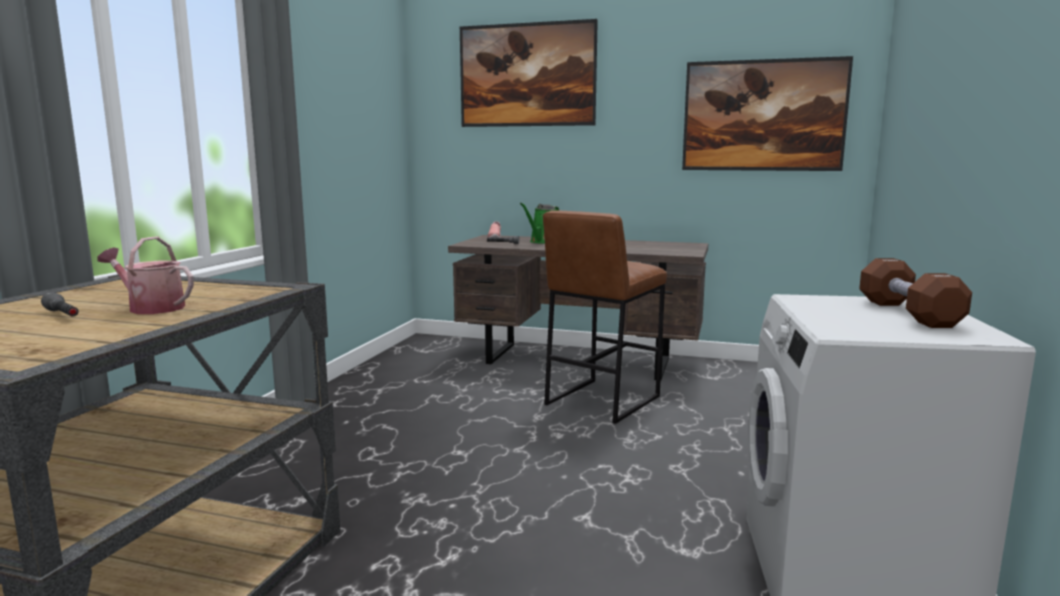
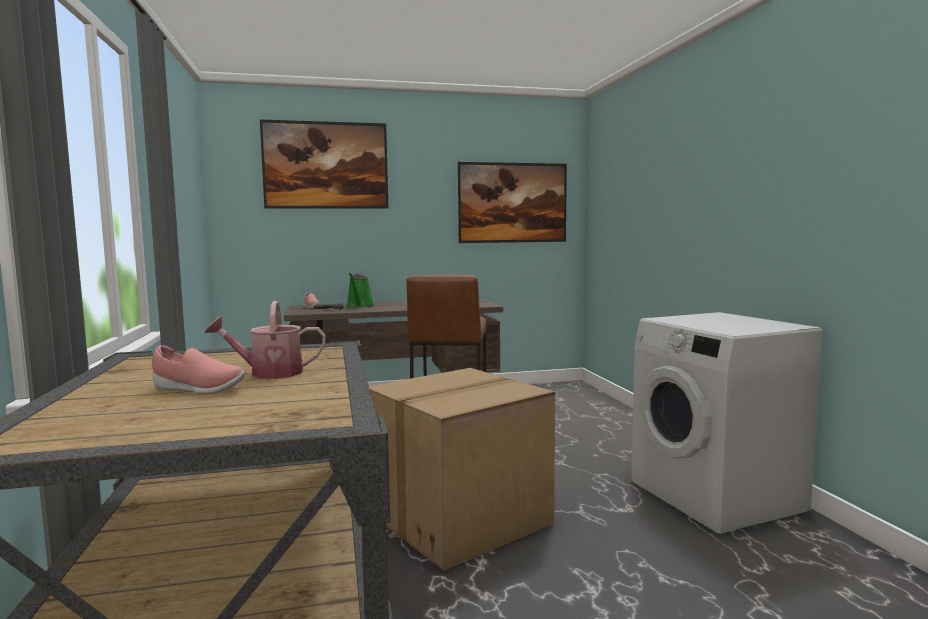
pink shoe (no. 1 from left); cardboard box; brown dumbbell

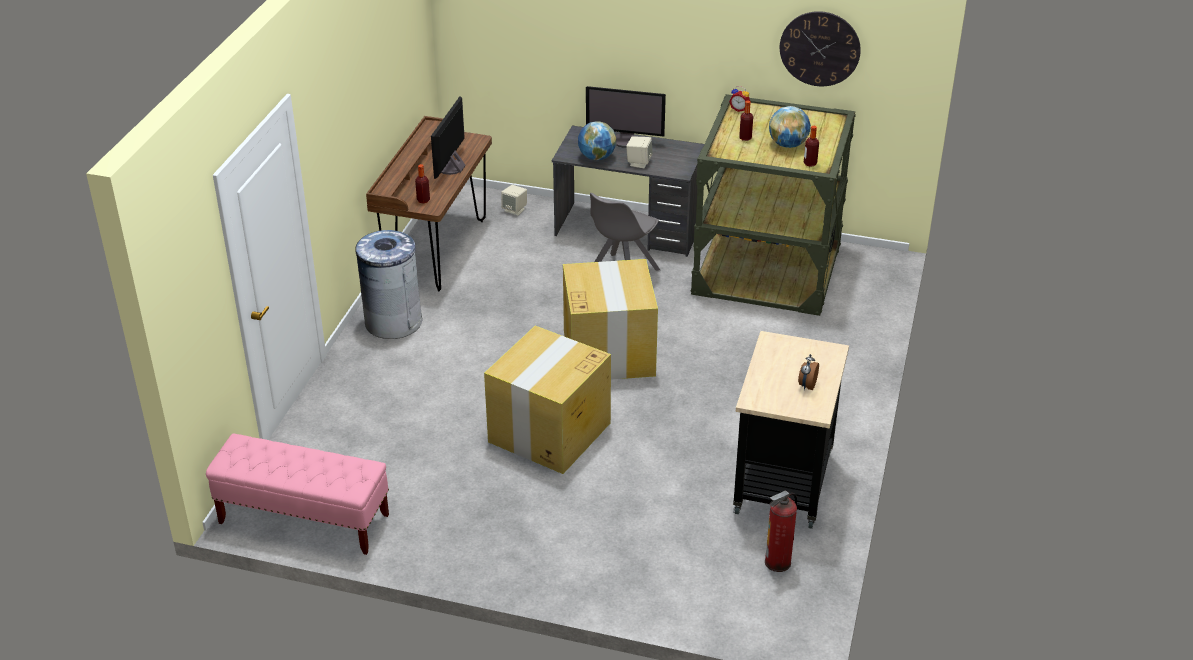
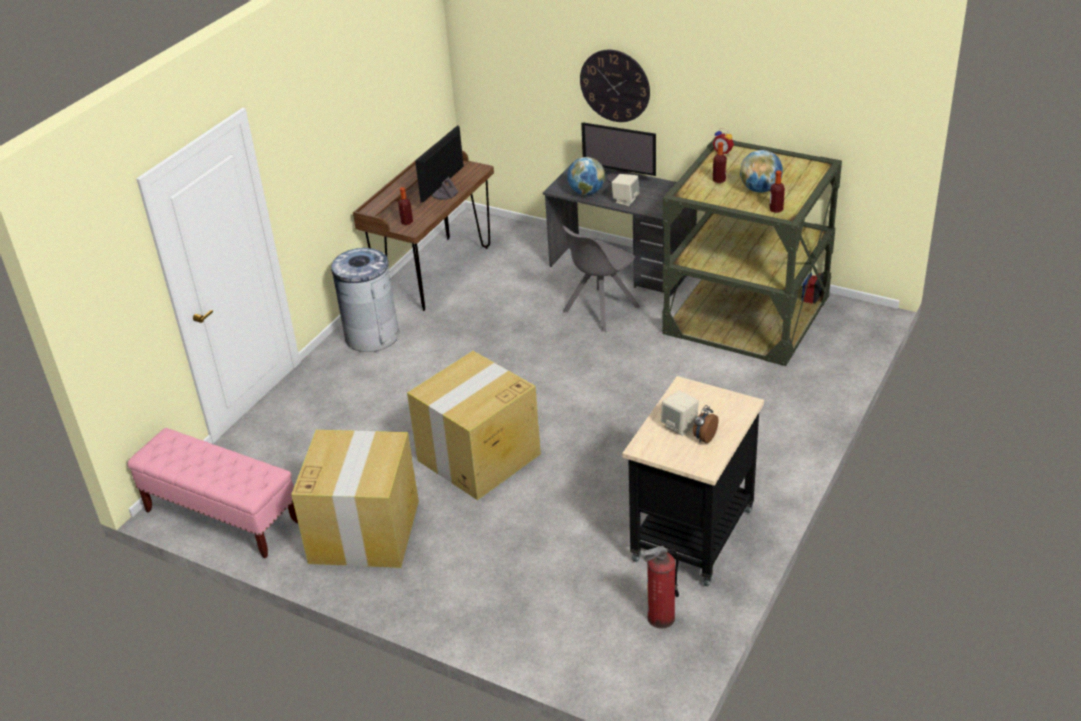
cardboard box (no. 1 from left); wall clock; beige speaker (no. 2 from left)

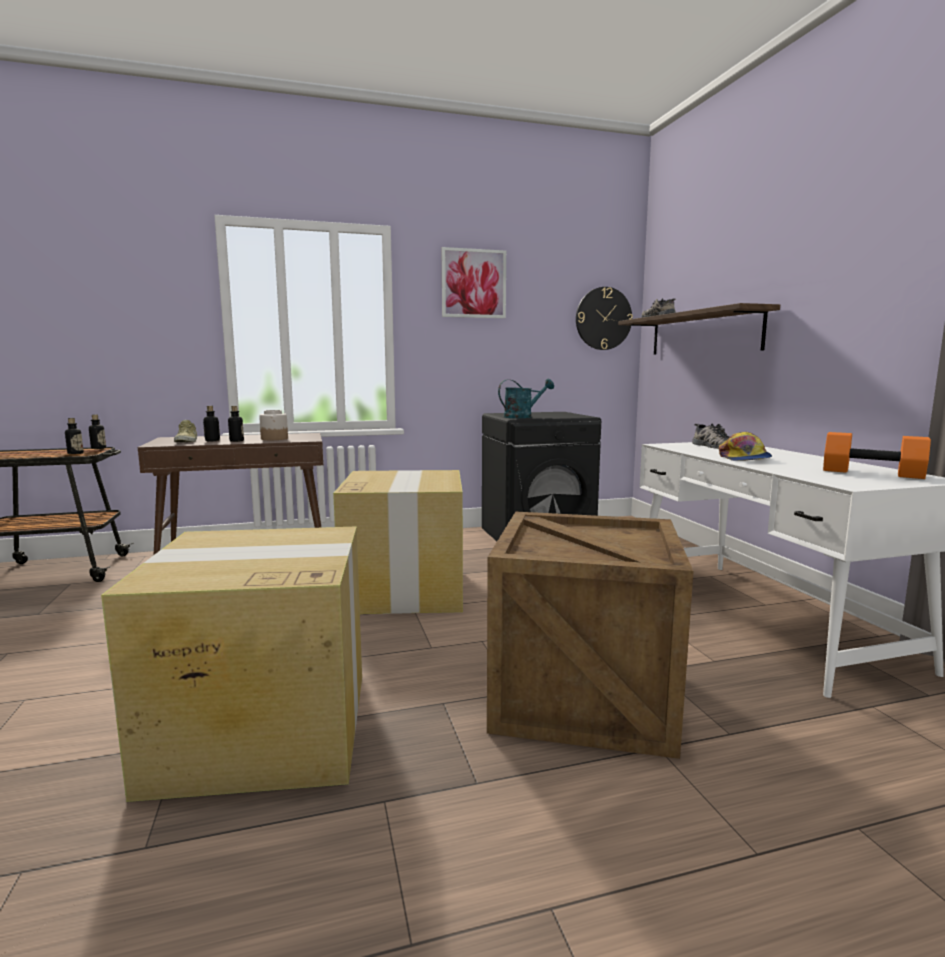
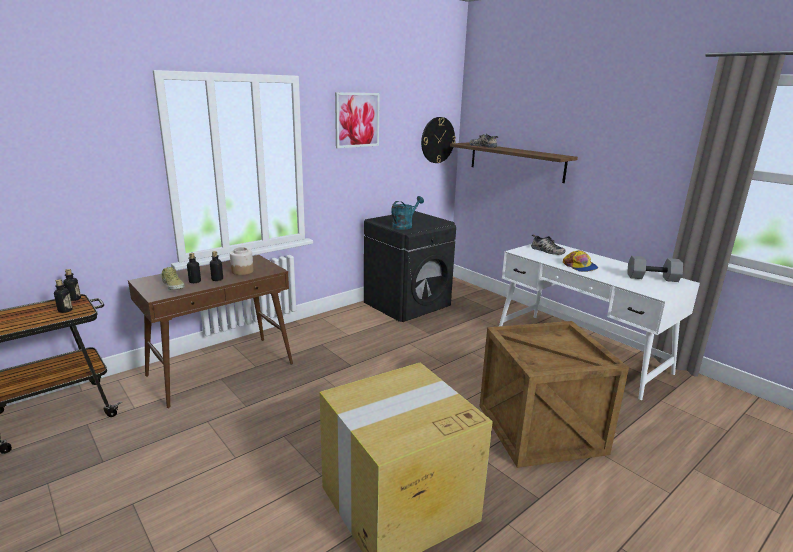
grey dumbbell; cardboard box (no. 2 from left in the first image)

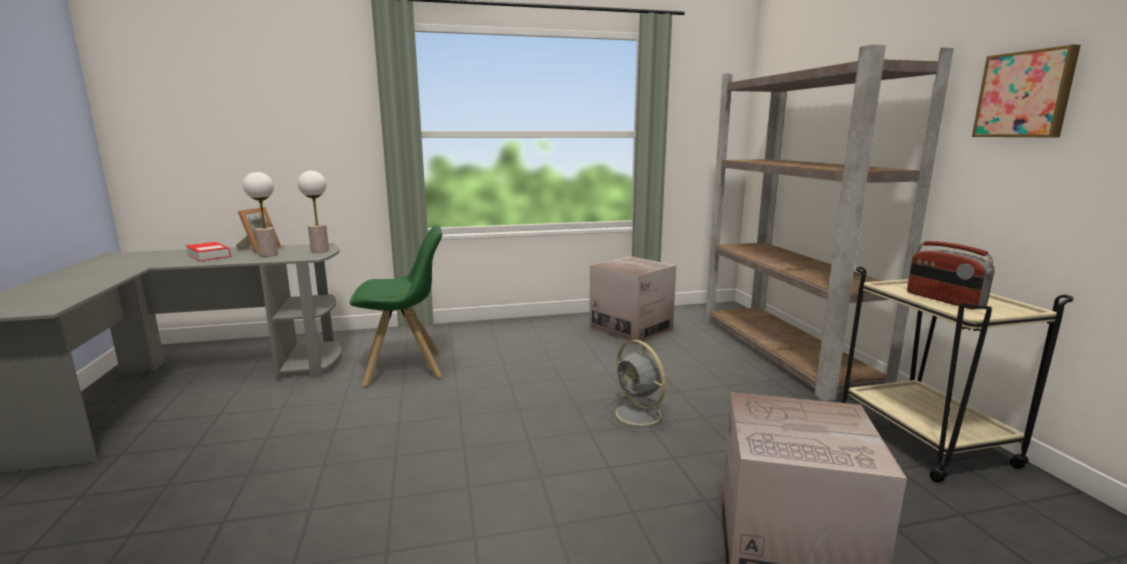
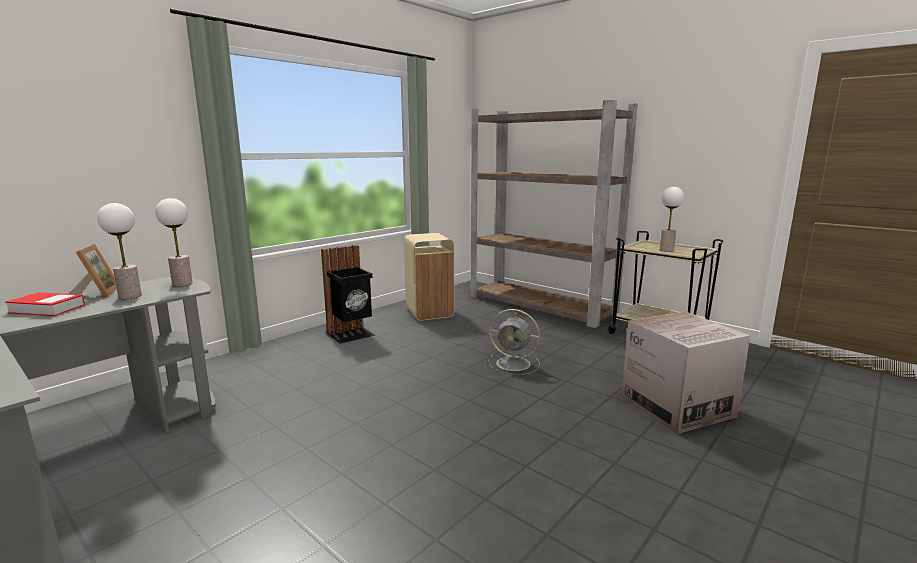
black trash can; beige trash can; table lamp (no. 3 from left); green chair; picture

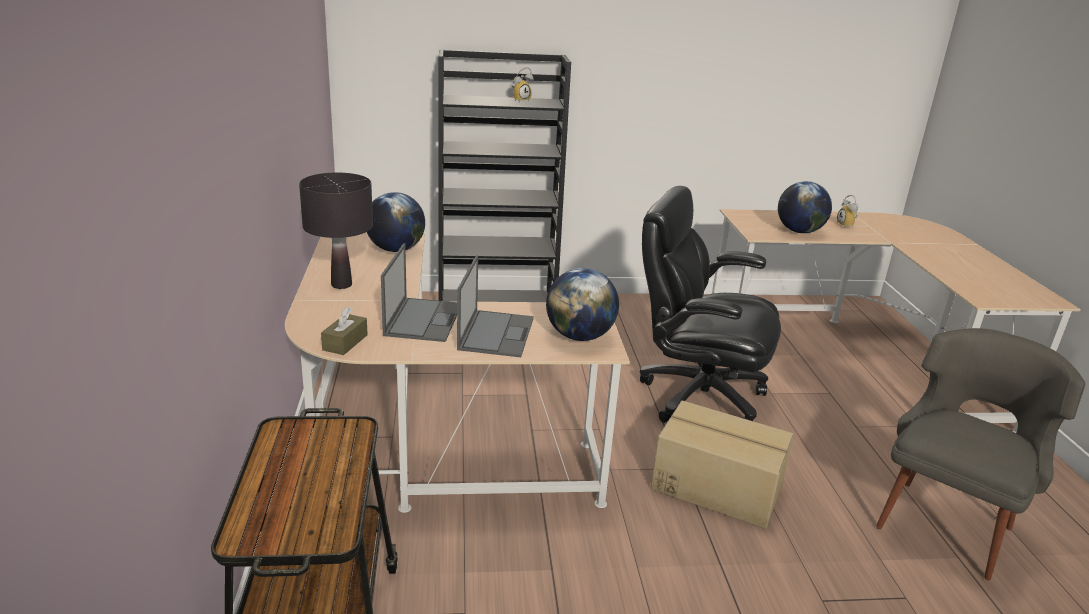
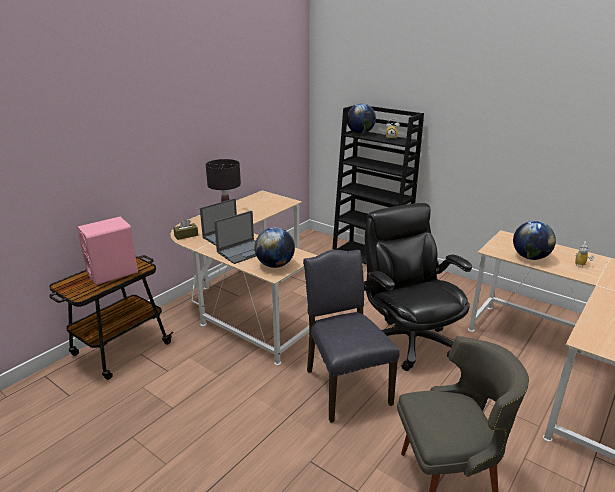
pink speaker; grey chair (no. 1 from left); globe (no. 2 from left)

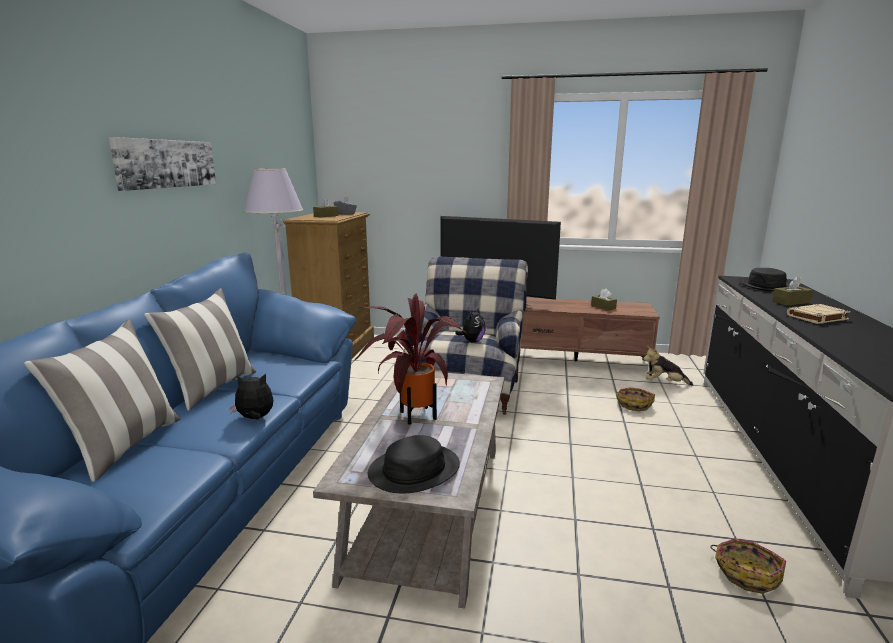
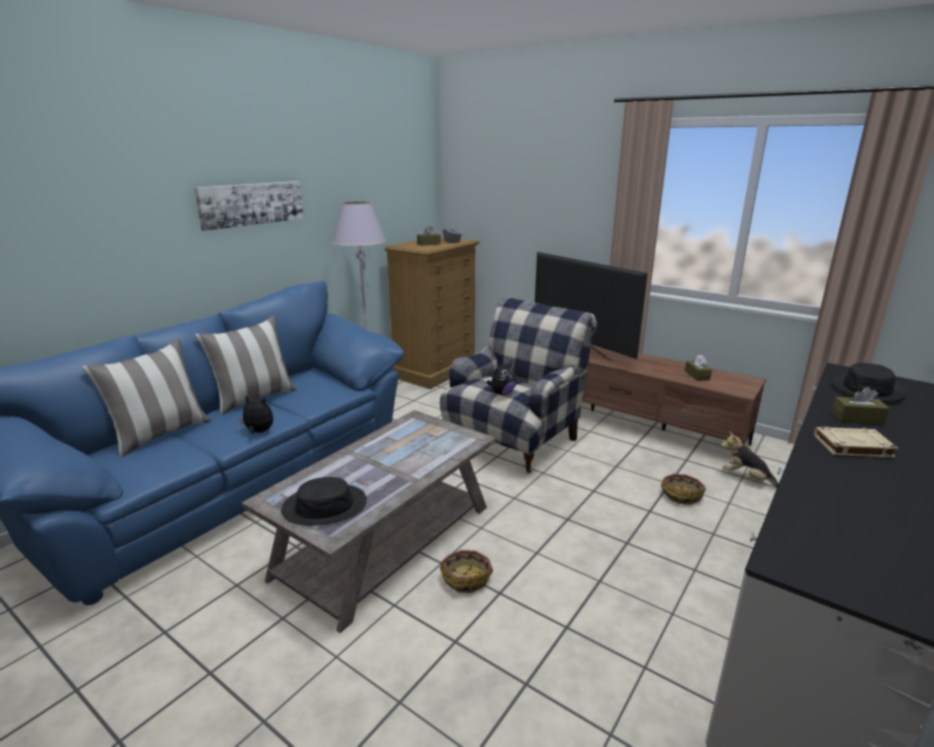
basket (no. 1 from left); potted plant

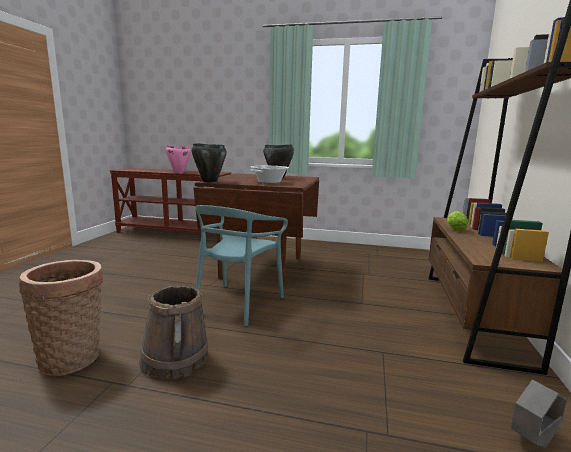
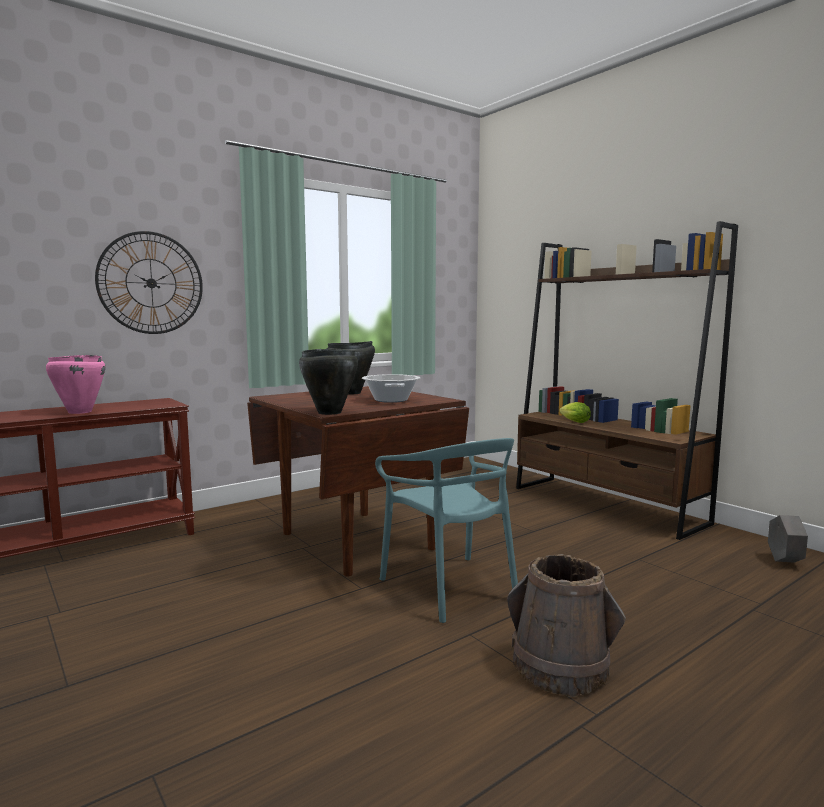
wall clock; basket

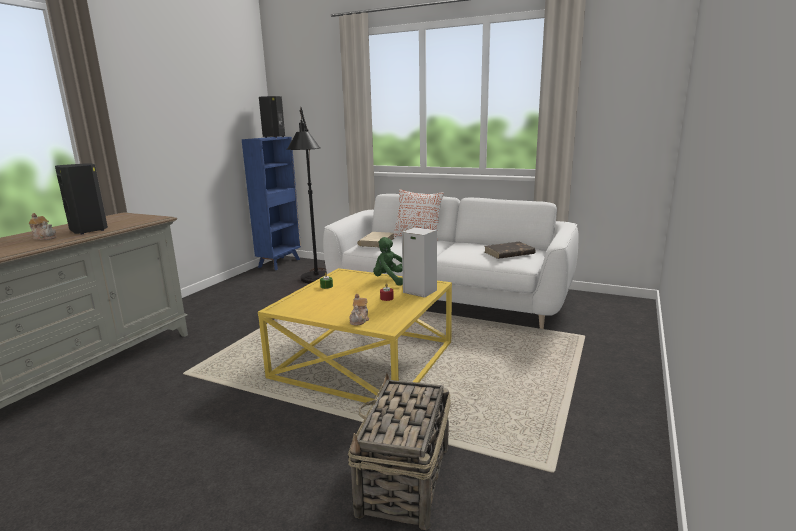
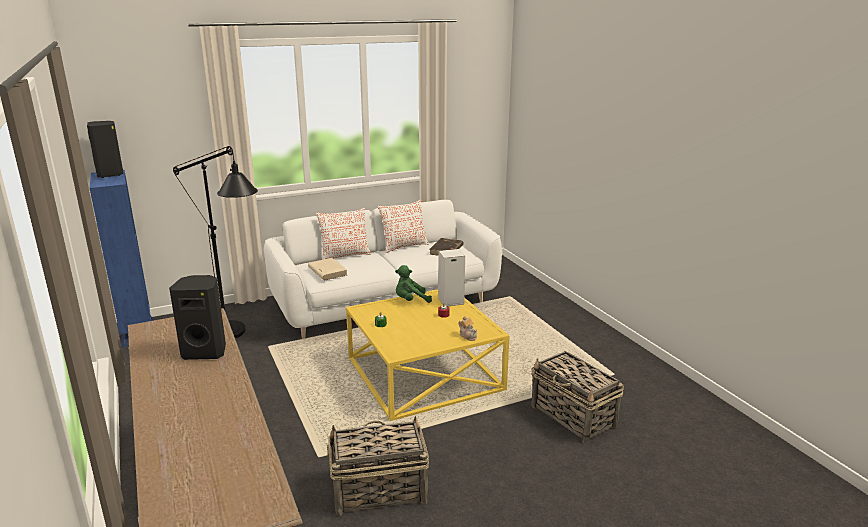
basket (no. 1 from left); white pillow (no. 2 from left); teapot (no. 1 from left in the first image)

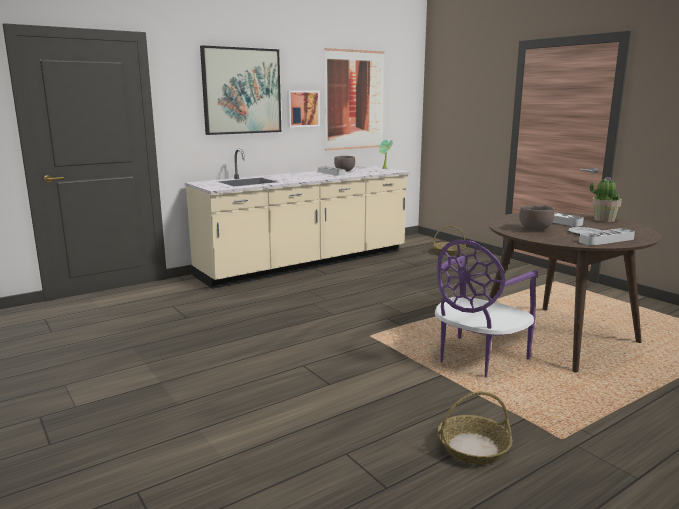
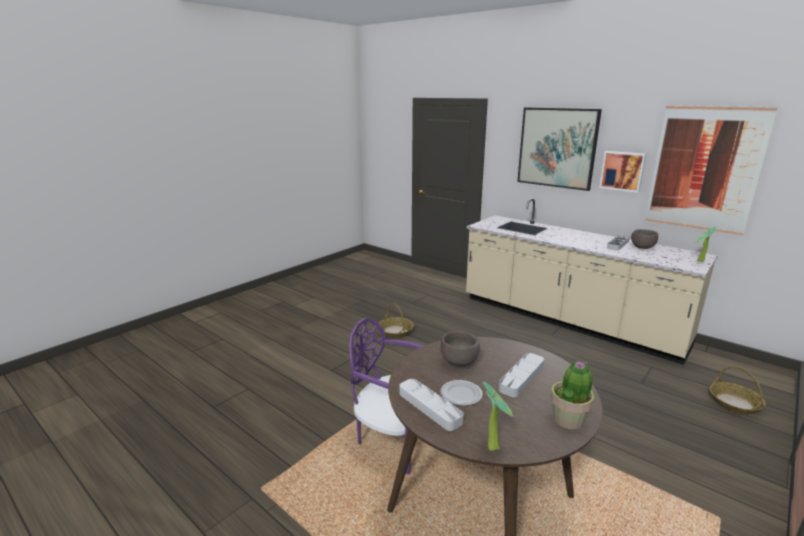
basket (no. 1 from left); potted plant (no. 1 from left)

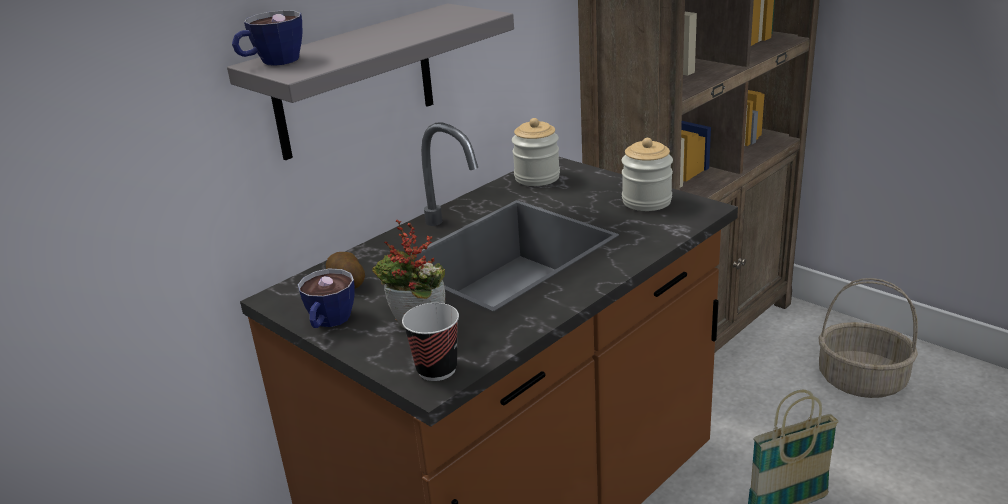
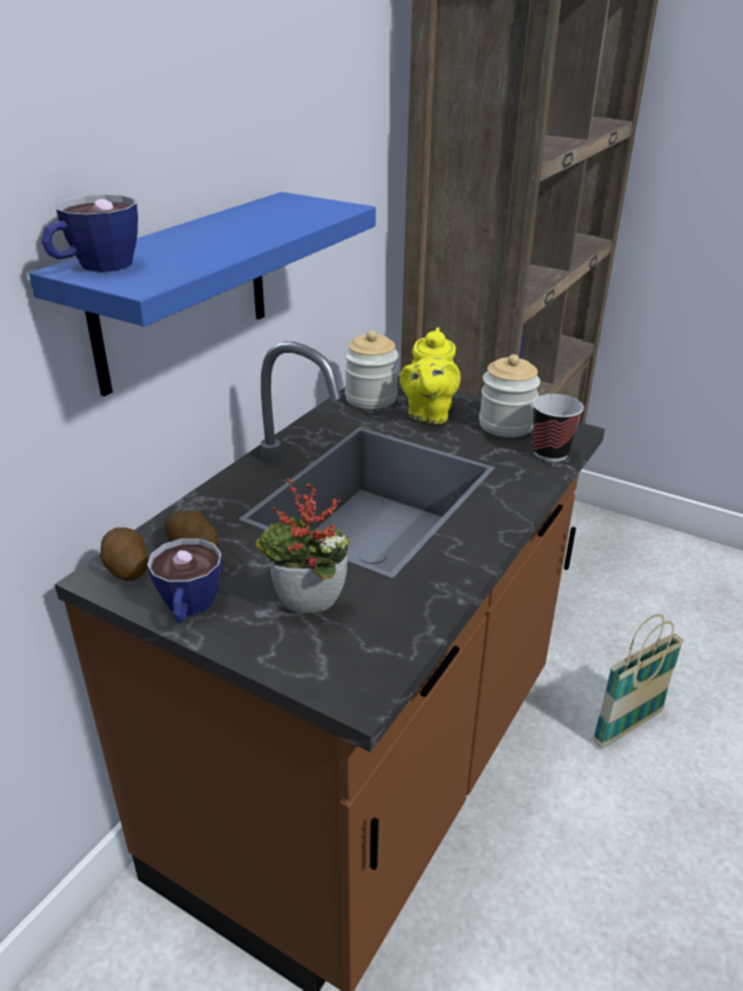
blue shelf; potato (no. 1 from left); yellow teapot; cup (no. 3 from left); basket (no. 2 from left in the first image)

